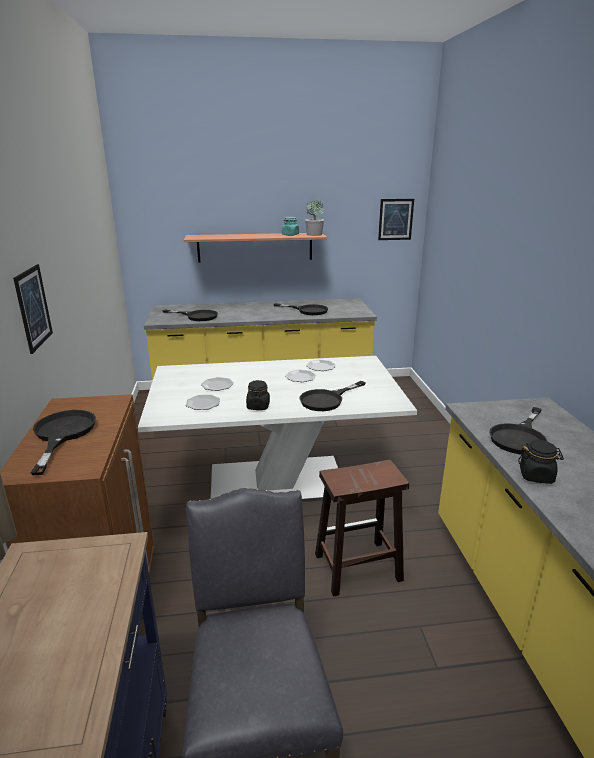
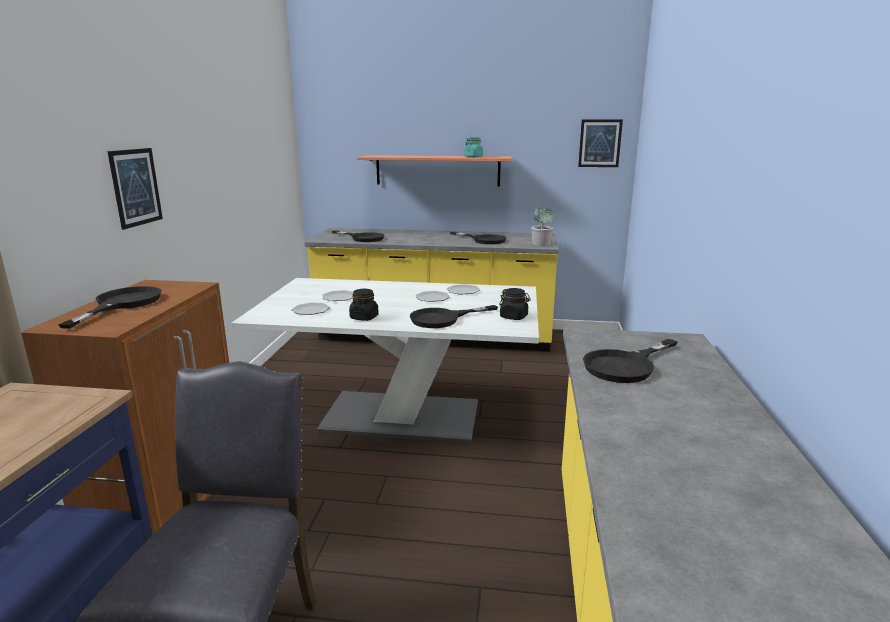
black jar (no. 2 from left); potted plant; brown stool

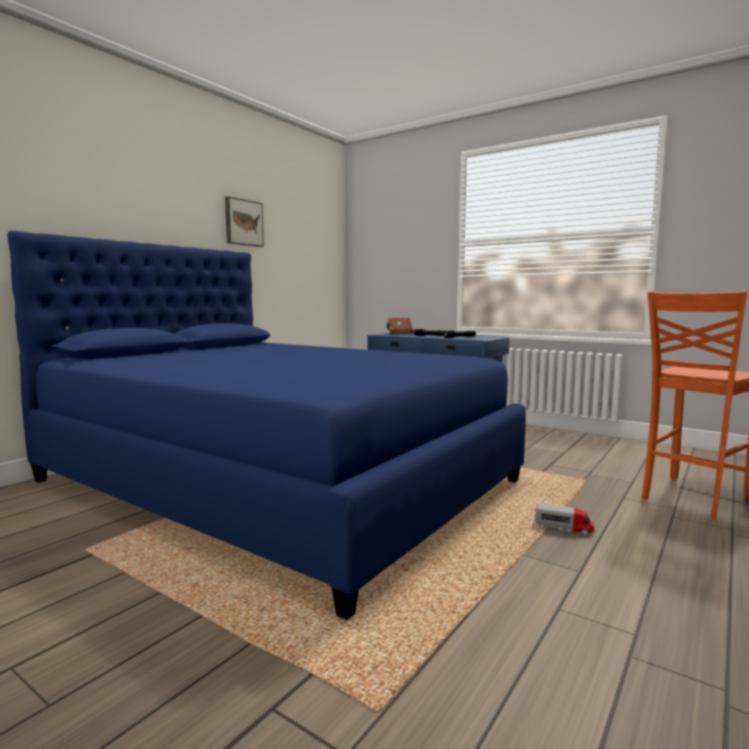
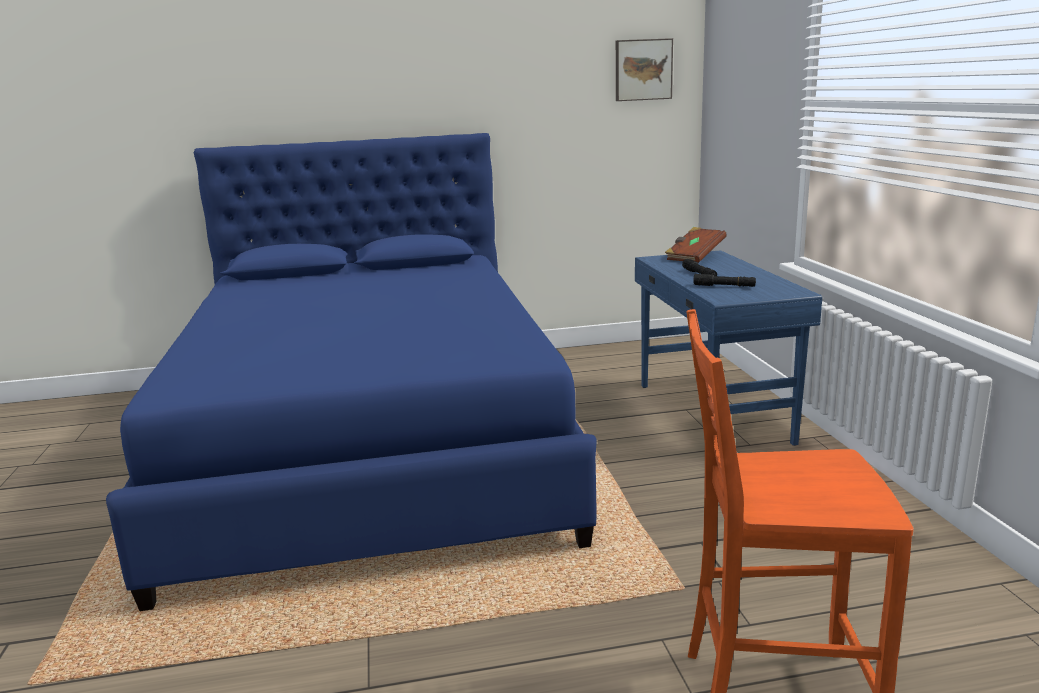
picture; toy truck

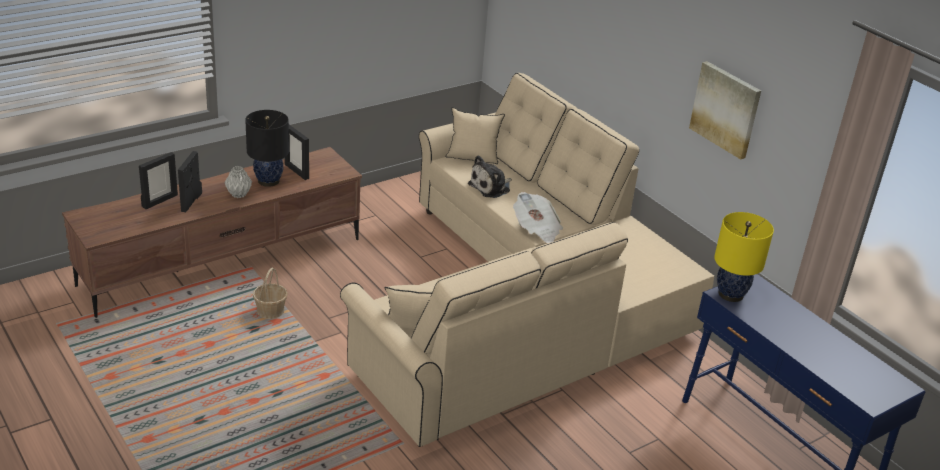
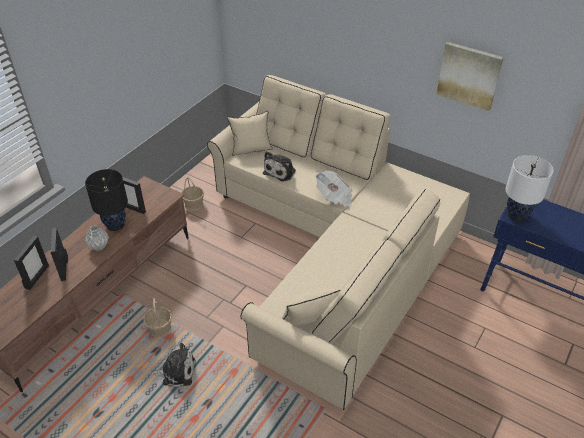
plush toy (no. 1 from left); basket (no. 2 from left); white table lamp

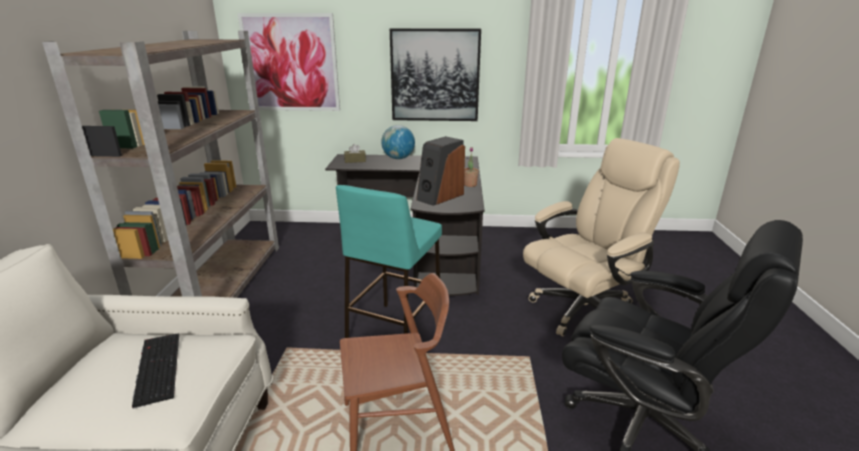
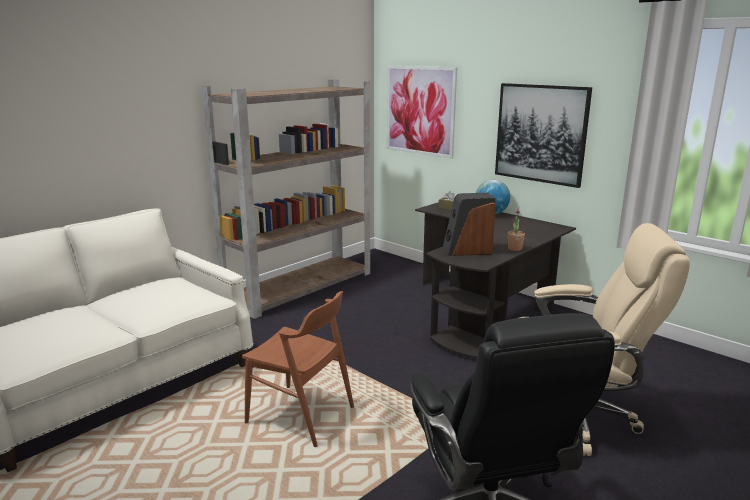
keyboard; turquoise stool

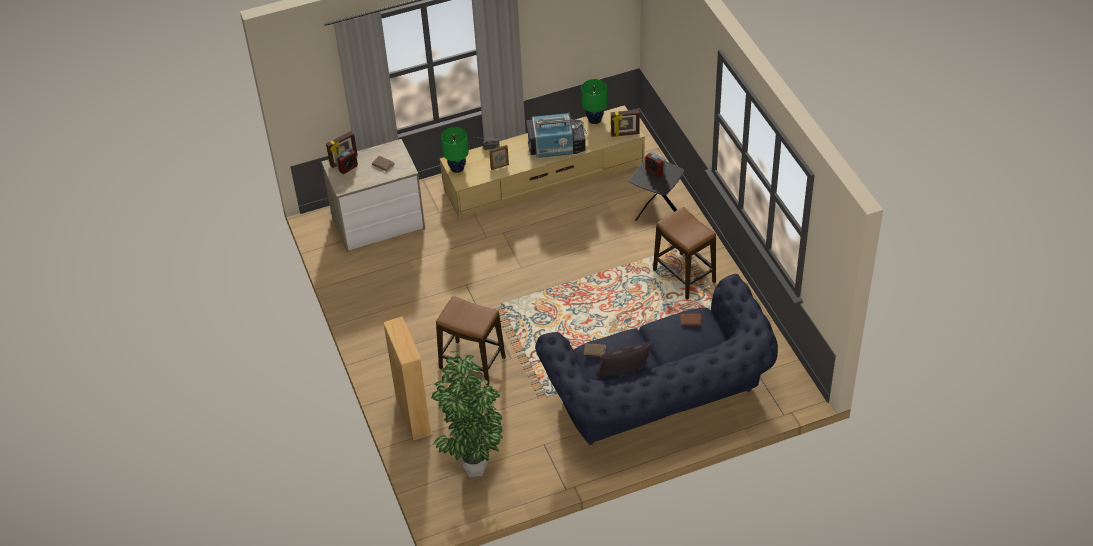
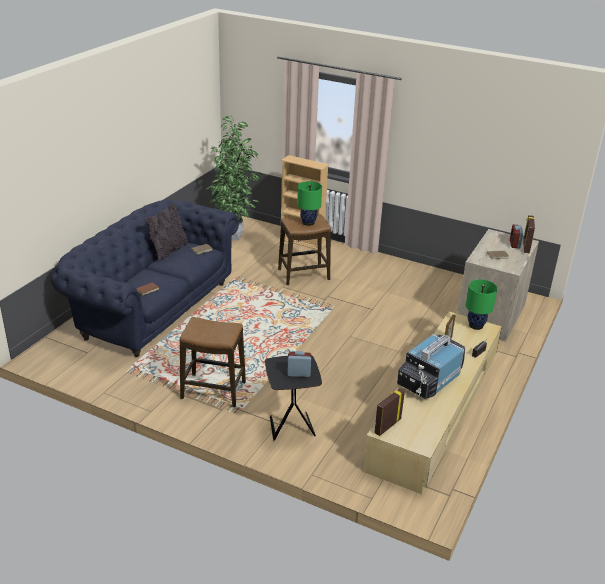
green table lamp (no. 1 from left)

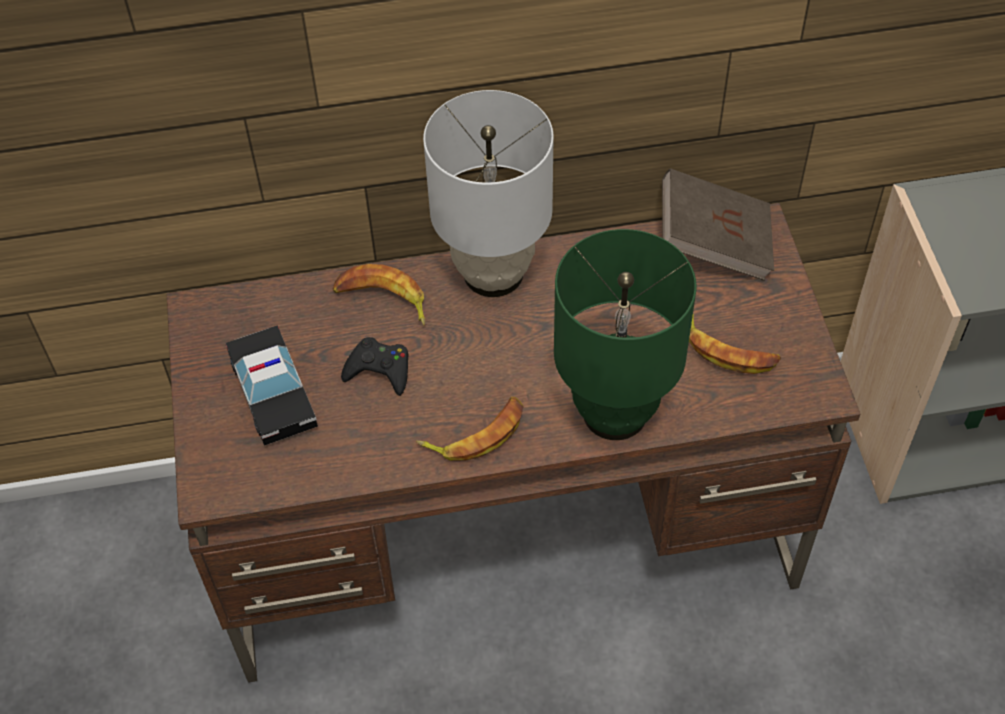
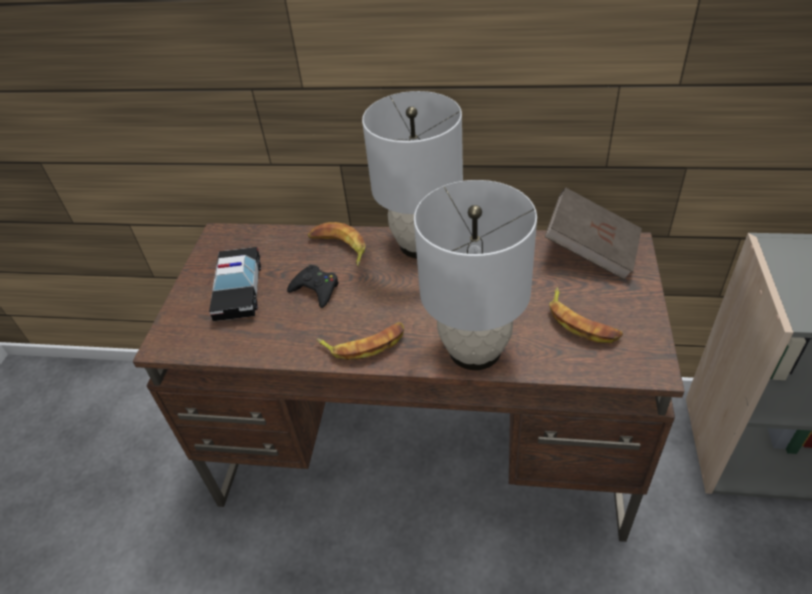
white table lamp (no. 2 from left)

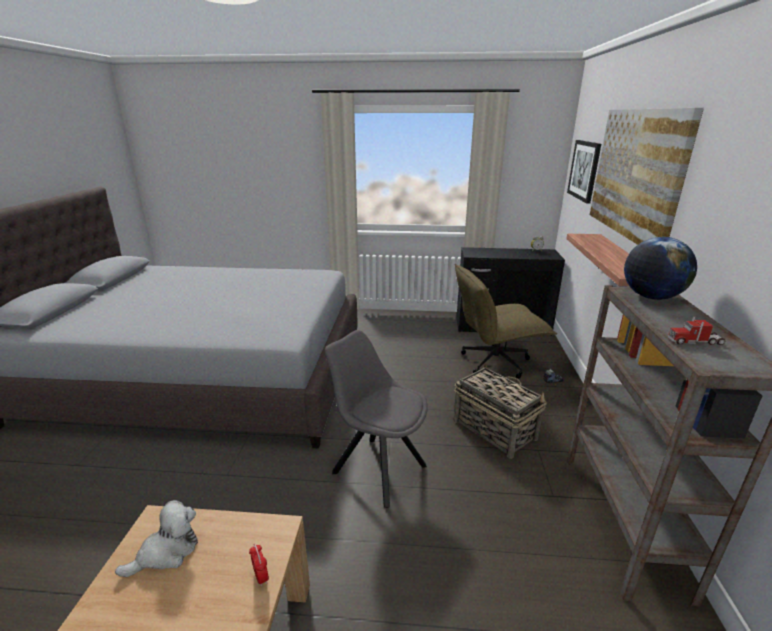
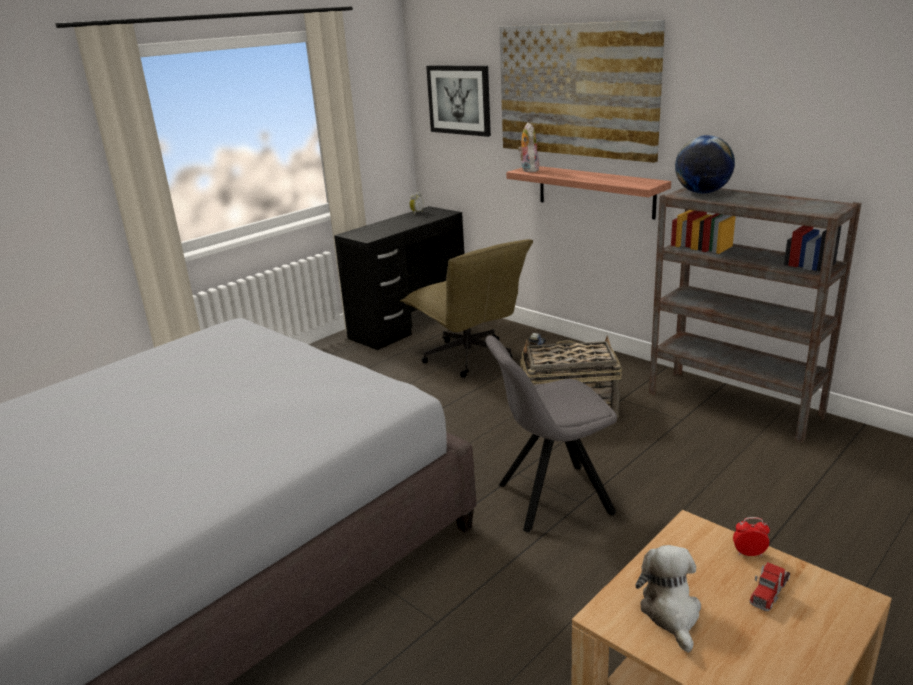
beige office chair; plush toy (no. 1 from left); toy truck (no. 2 from left)

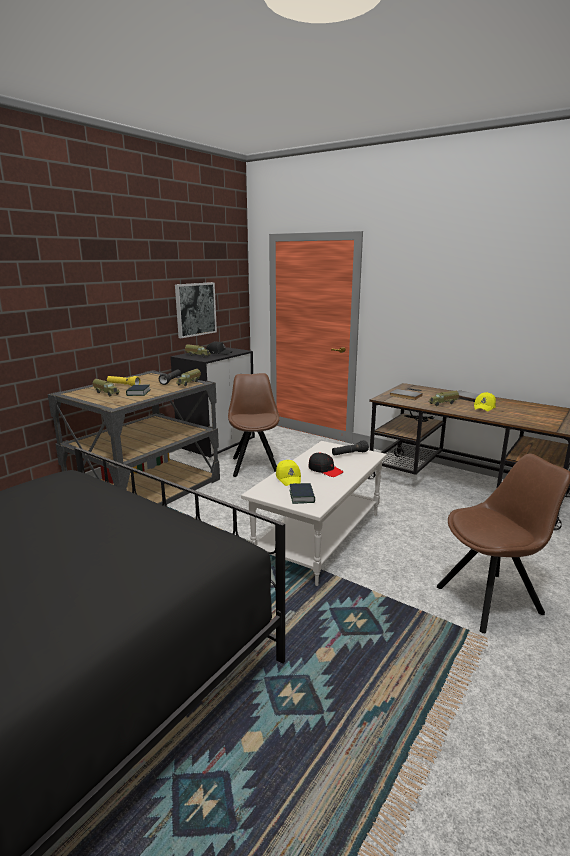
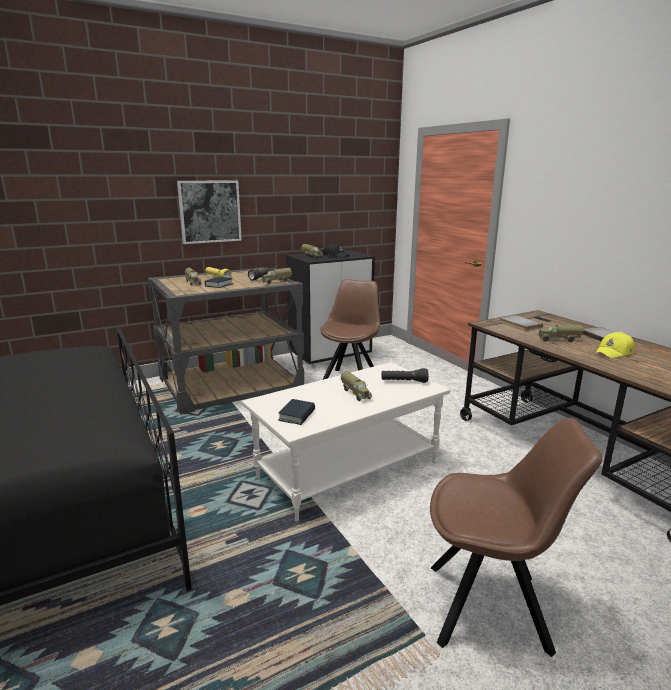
picture; toy truck (no. 4 from left); yellow cap (no. 1 from left in the first image)

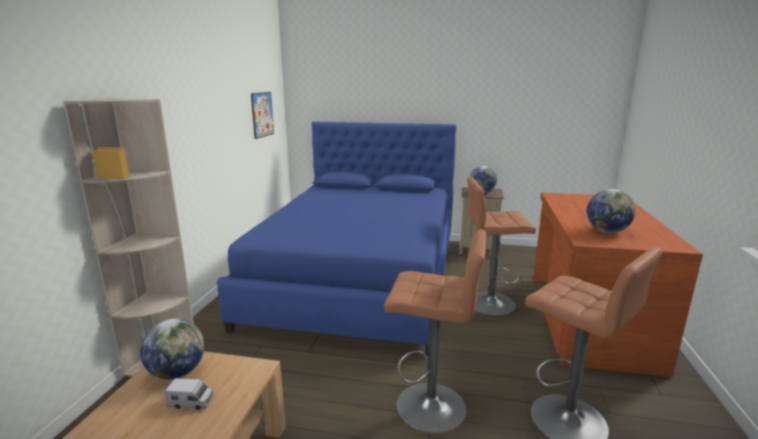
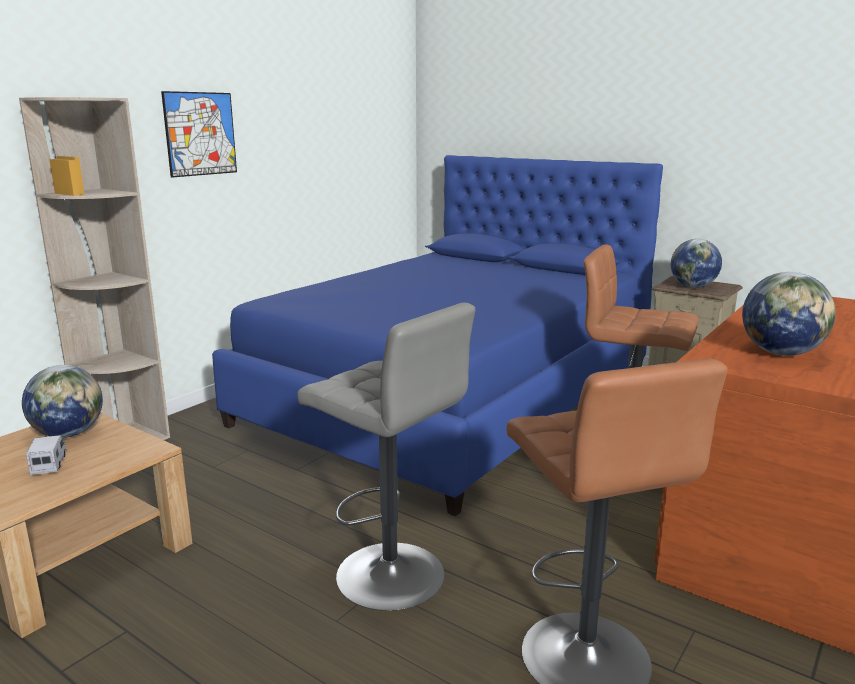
toy truck; picture; grey stool

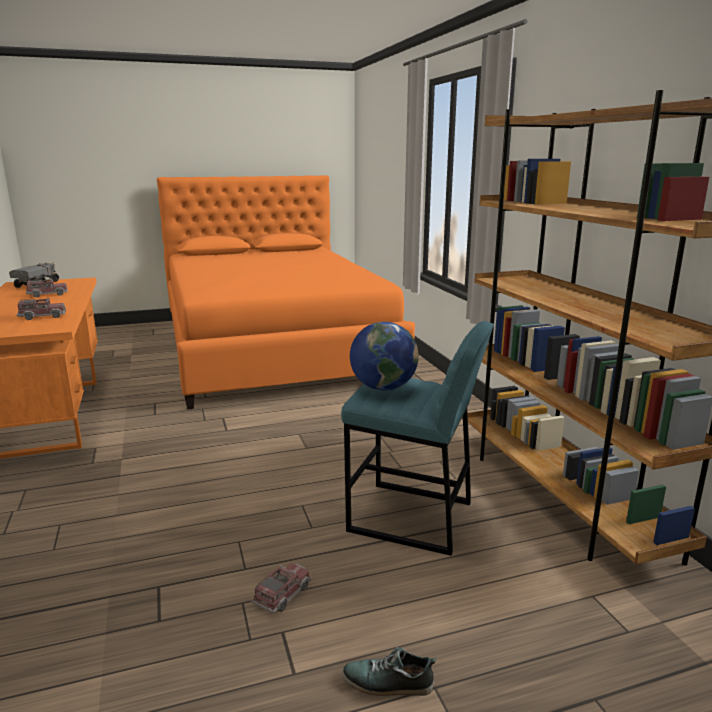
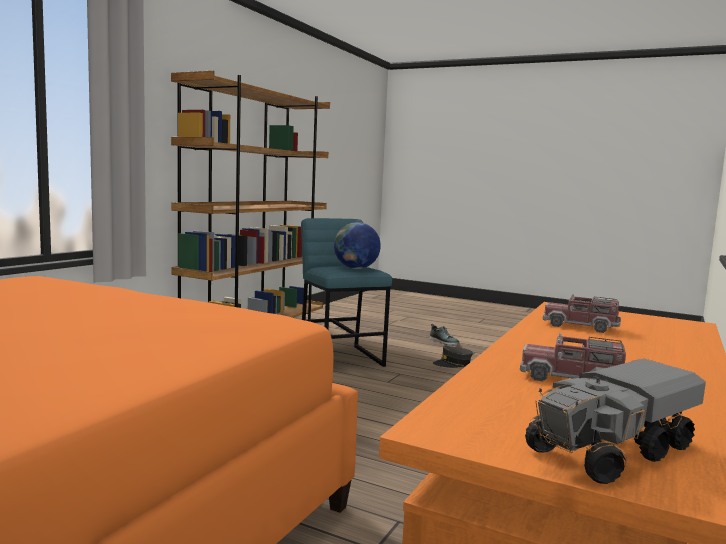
grey cap

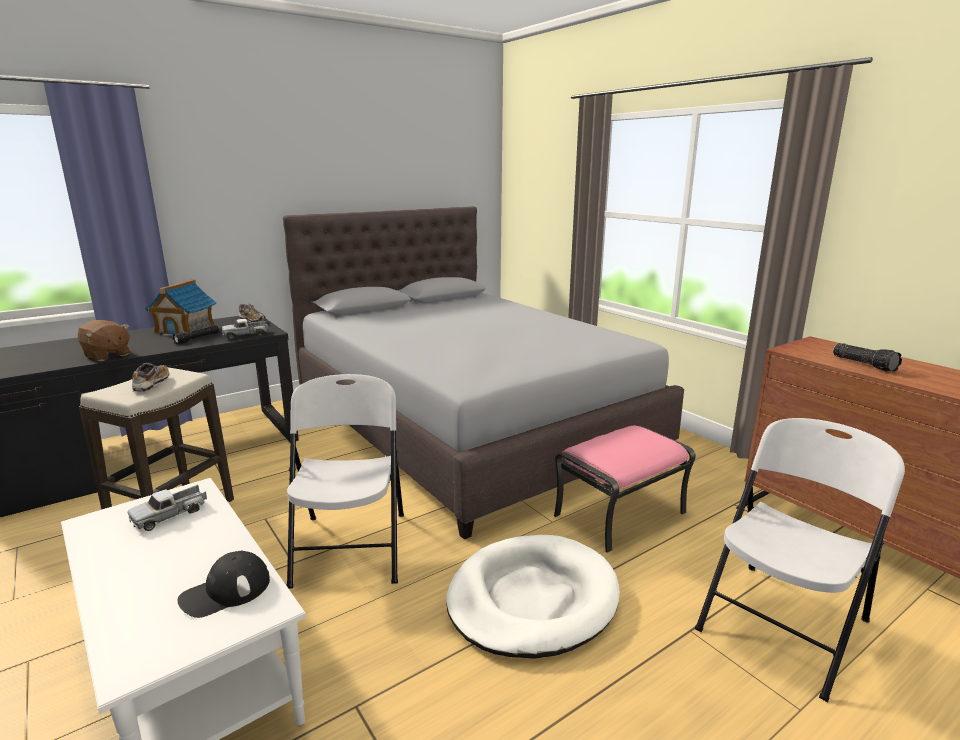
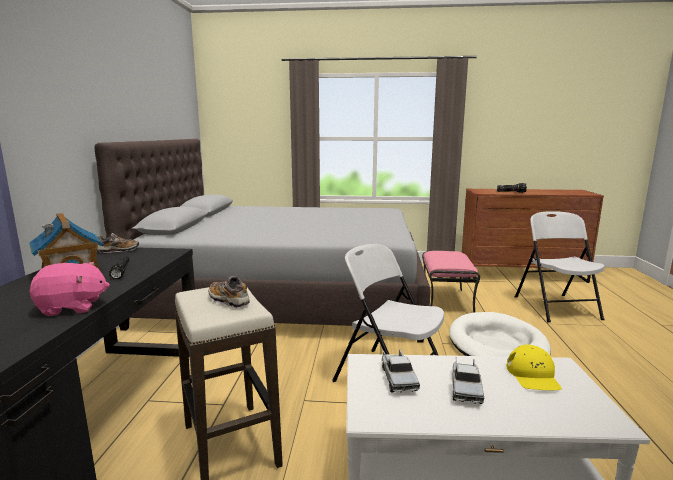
pink plush toy; toy truck (no. 2 from left); yellow cap

